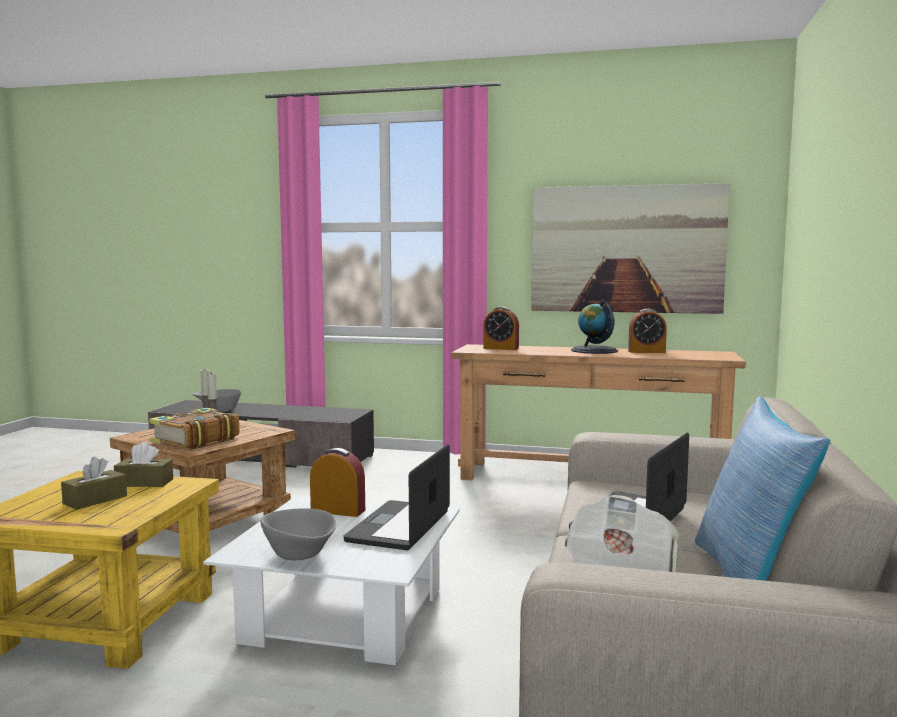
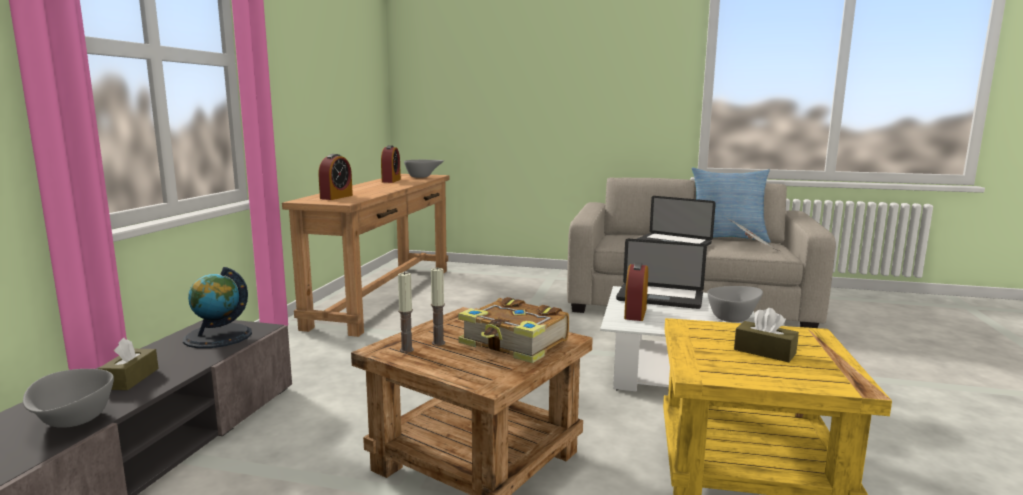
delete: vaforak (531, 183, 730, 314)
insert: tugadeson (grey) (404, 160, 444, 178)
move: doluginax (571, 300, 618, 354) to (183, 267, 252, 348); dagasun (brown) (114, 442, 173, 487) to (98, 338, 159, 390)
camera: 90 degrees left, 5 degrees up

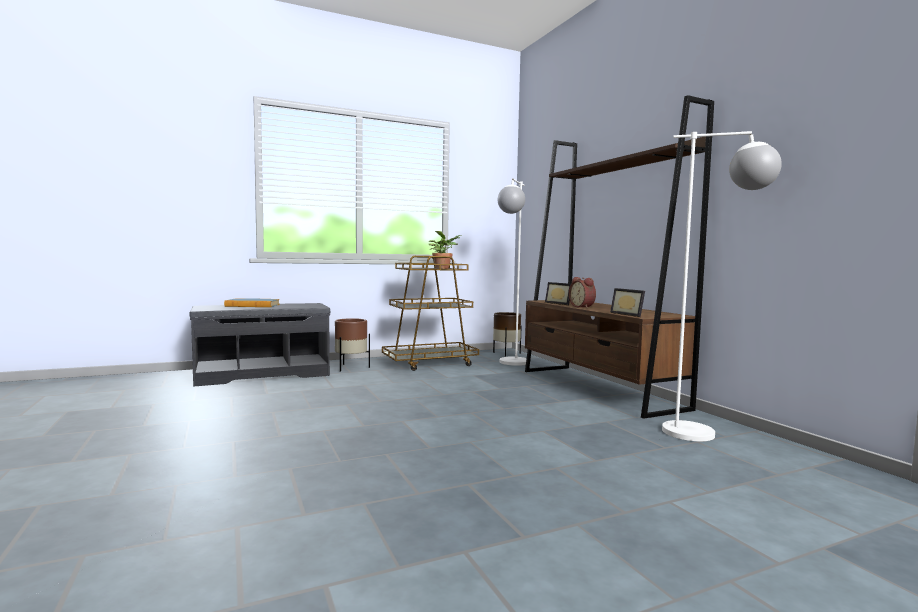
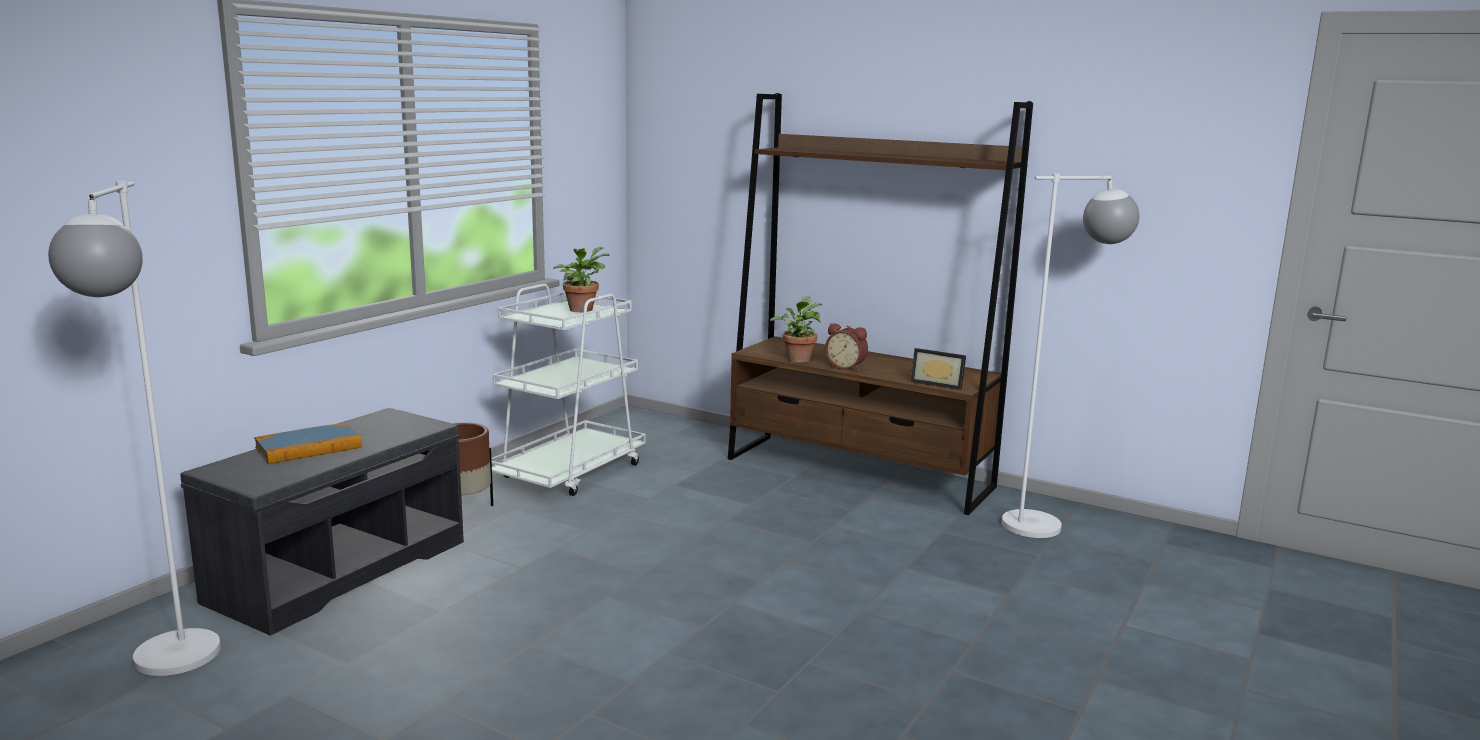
delete: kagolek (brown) (493, 312, 521, 357)
move: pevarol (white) (498, 178, 527, 366) to (48, 181, 221, 676)
replace: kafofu (545, 282, 571, 305) to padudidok (770, 296, 822, 363)
recolor: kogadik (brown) (382, 256, 479, 371) to kogadik (white) (491, 284, 646, 496)
camera: 35 degrees left, 10 degrees up

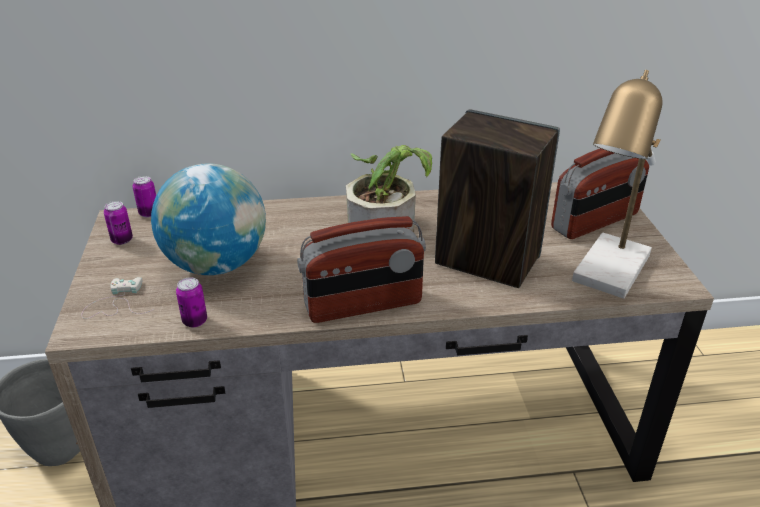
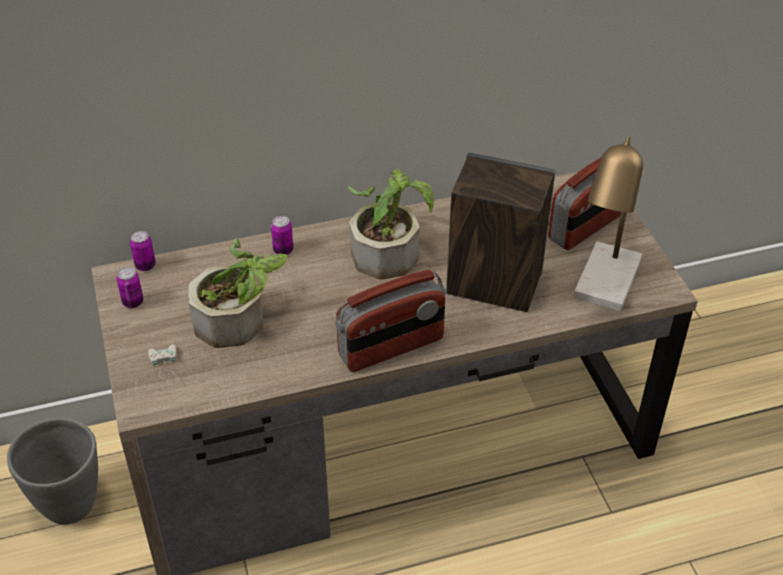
move: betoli (176, 277, 207, 327) to (271, 216, 293, 255)
replace: doluginax (151, 163, 266, 275) to padudidok (188, 238, 287, 348)
camera: 10 degrees left, 10 degrees up

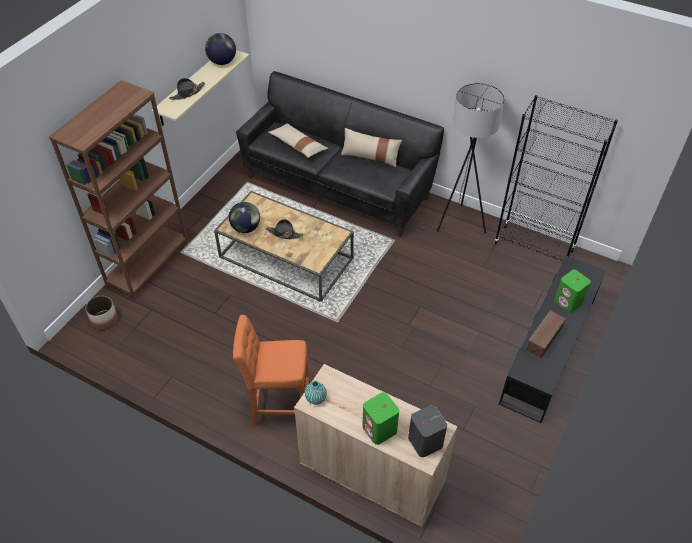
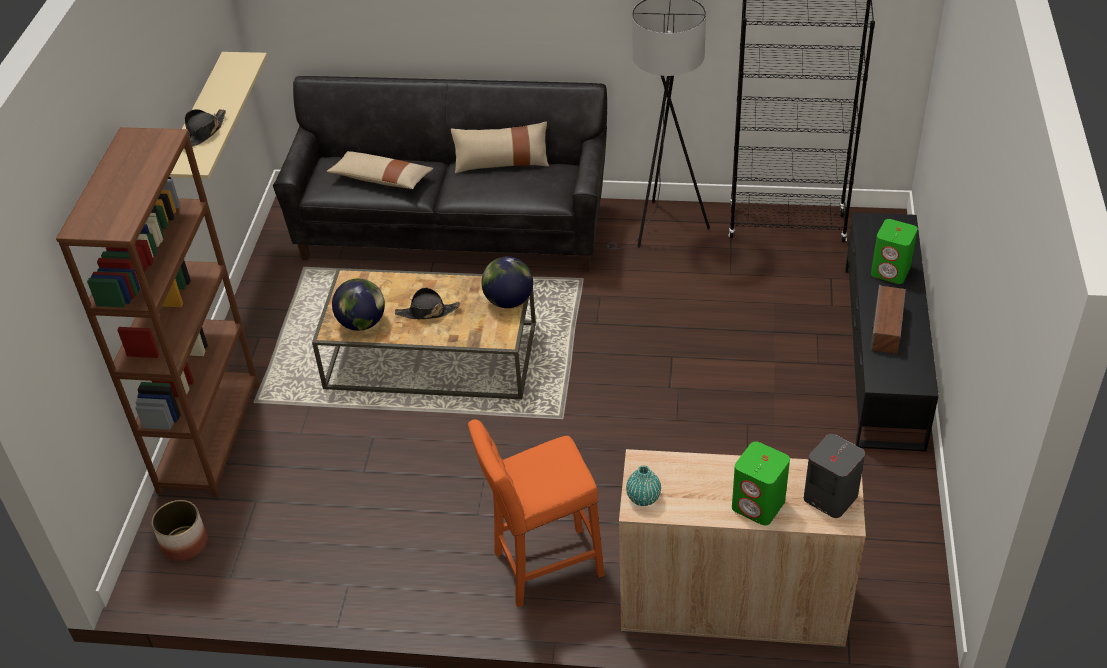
move: doluginax (205, 33, 236, 65) to (481, 256, 533, 308)
camera: 20 degrees left, 5 degrees down

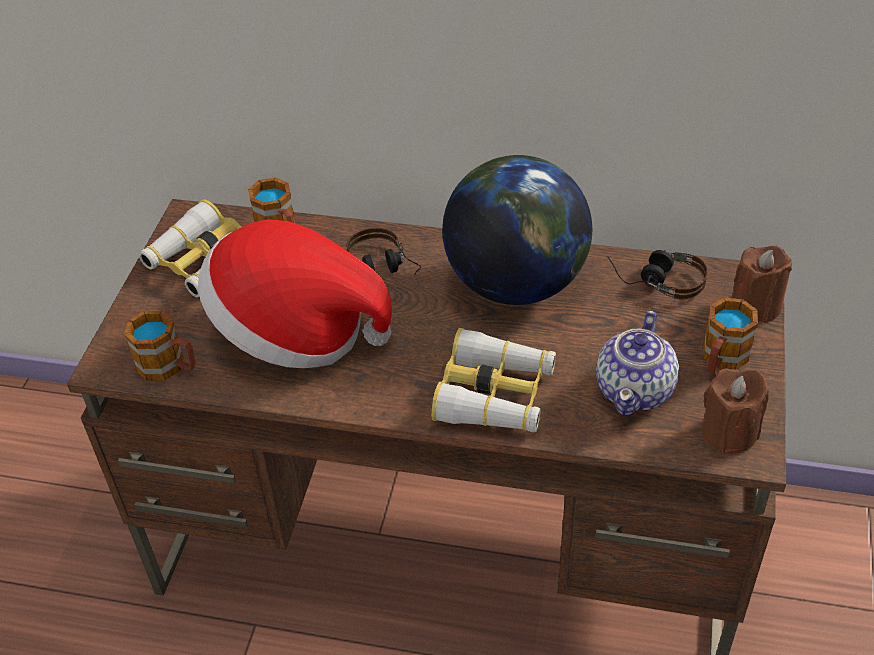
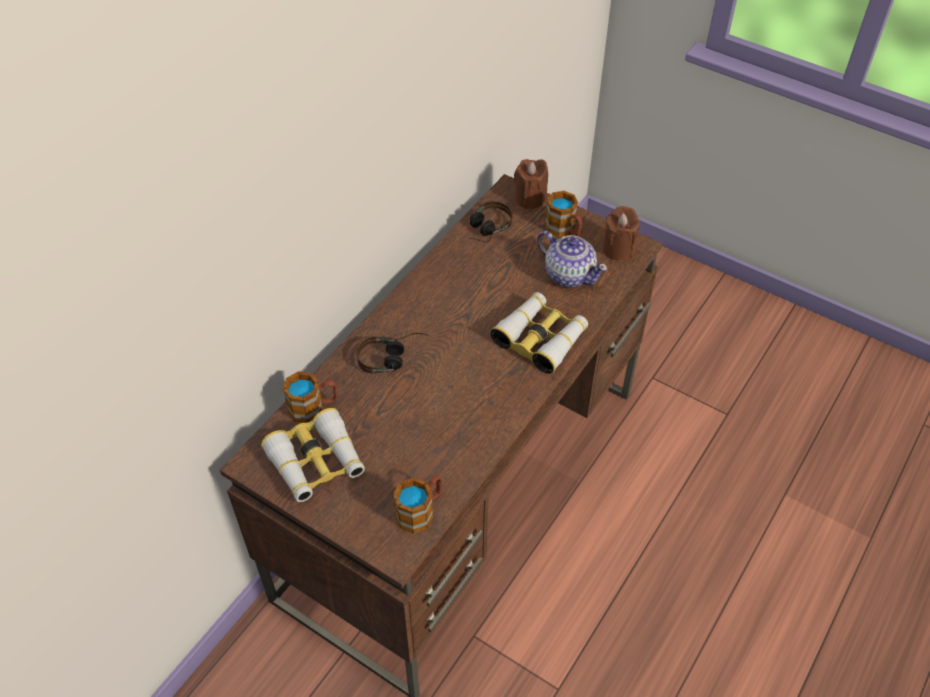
delete: doluginax (442, 155, 592, 305); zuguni (198, 219, 392, 368)
camera: 70 degrees left, 5 degrees up

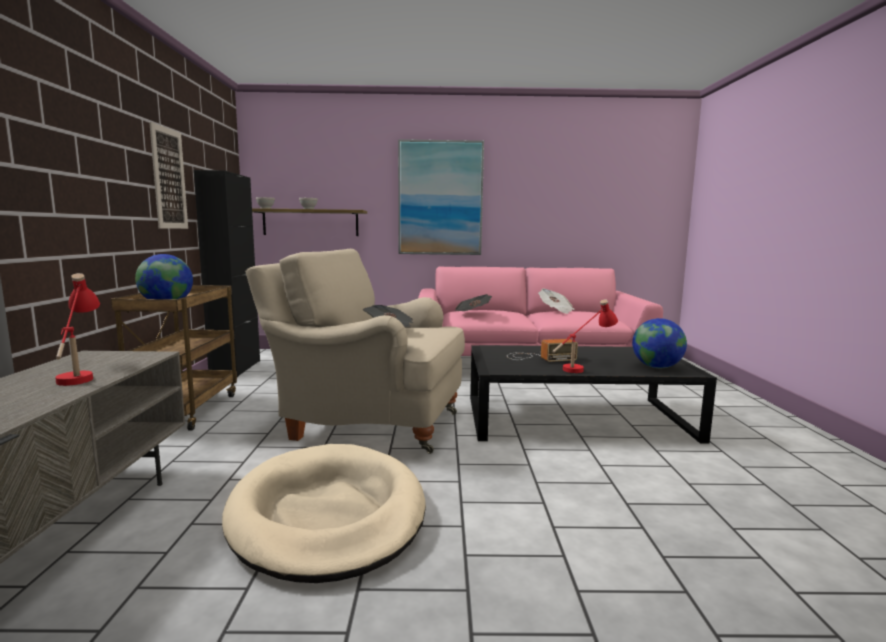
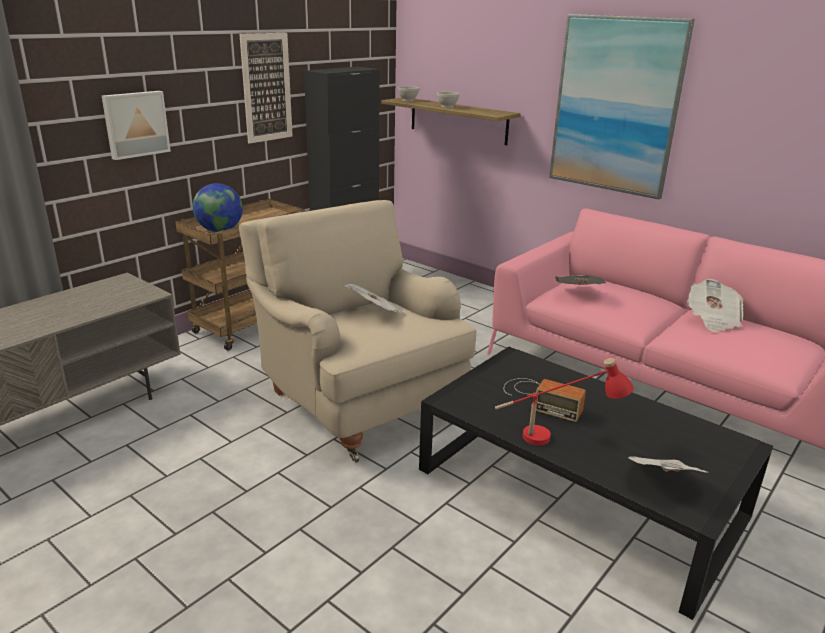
delete: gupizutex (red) (55, 273, 100, 386); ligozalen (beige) (222, 444, 426, 583)
insert: vaforak (102, 91, 171, 160)
replace: doluginax (632, 318, 687, 368) to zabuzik (628, 456, 707, 472)
camera: 40 degrees right, 15 degrees up

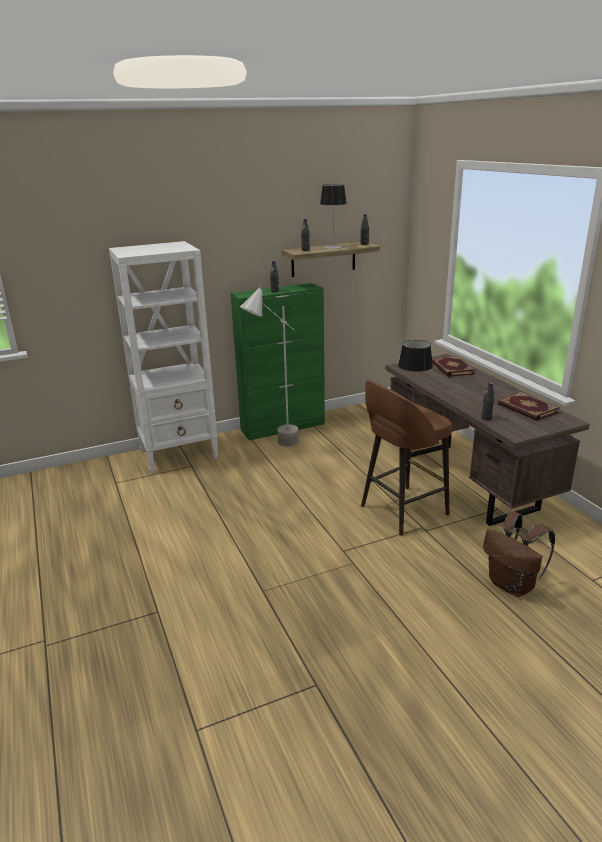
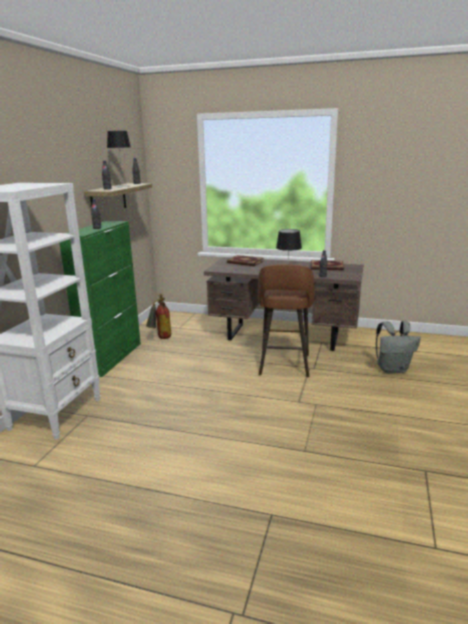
delete: pevarol (grey) (240, 286, 299, 447)
insert: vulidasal (146, 294, 171, 339)
recolor: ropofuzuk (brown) (483, 512, 555, 597) to ropofuzuk (grey) (376, 321, 421, 374)
camera: 50 degrees left, 5 degrees down

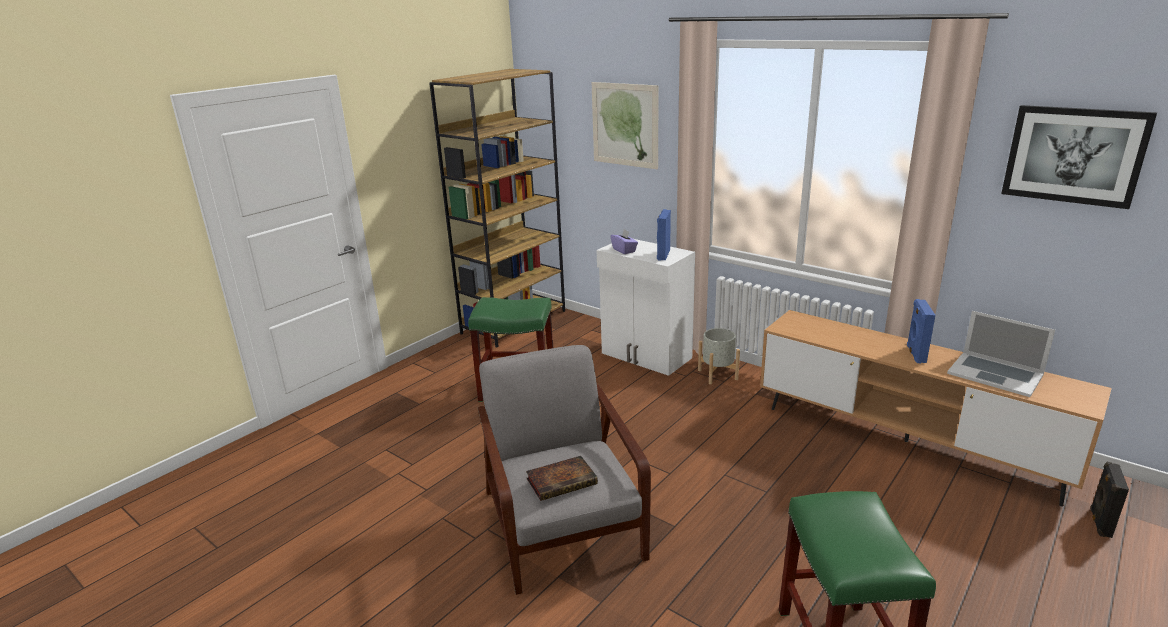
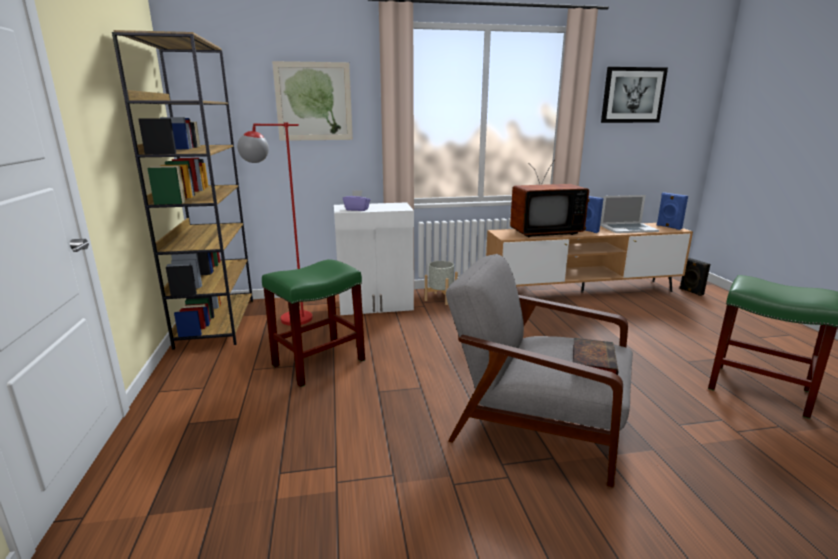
insert: pevarol (red) (237, 122, 313, 326); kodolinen (510, 161, 589, 237)
move: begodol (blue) (657, 209, 671, 261) to (657, 193, 688, 230)
camera: 50 degrees left, 5 degrees down

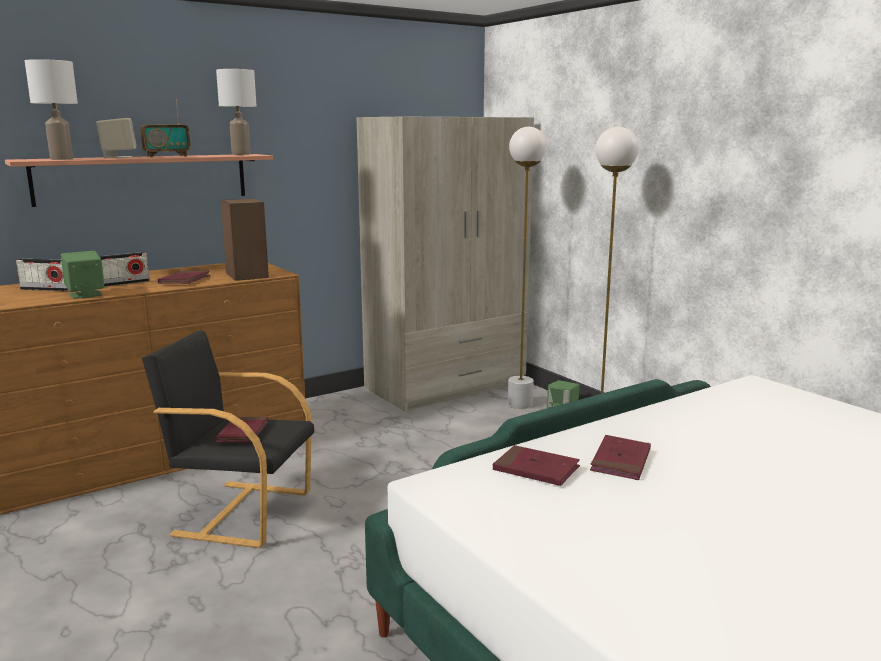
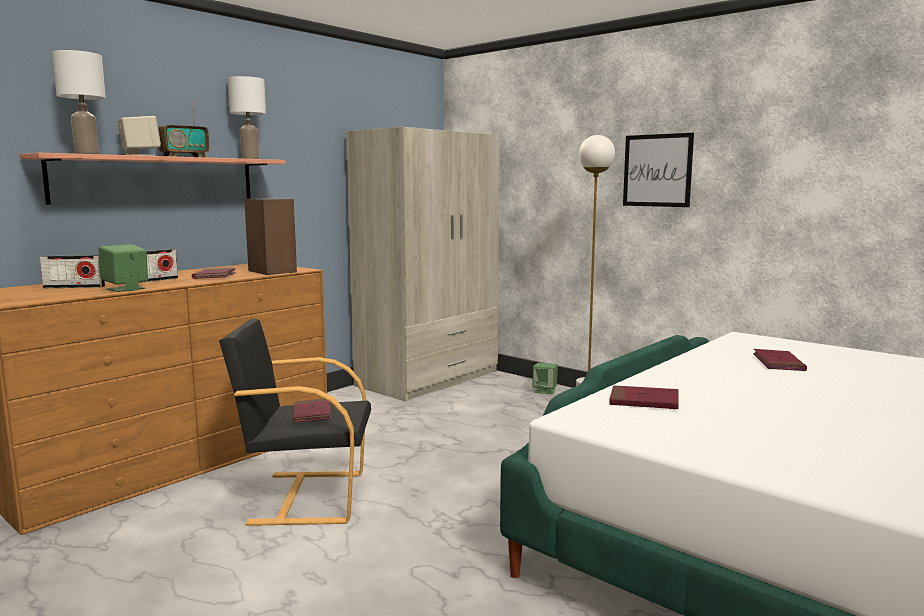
delete: pevarol (white) (508, 127, 547, 409)
insert: vaforak (623, 133, 694, 207)
move: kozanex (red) (590, 435, 651, 480) to (753, 349, 807, 371)
camera: 15 degrees left, 5 degrees down

